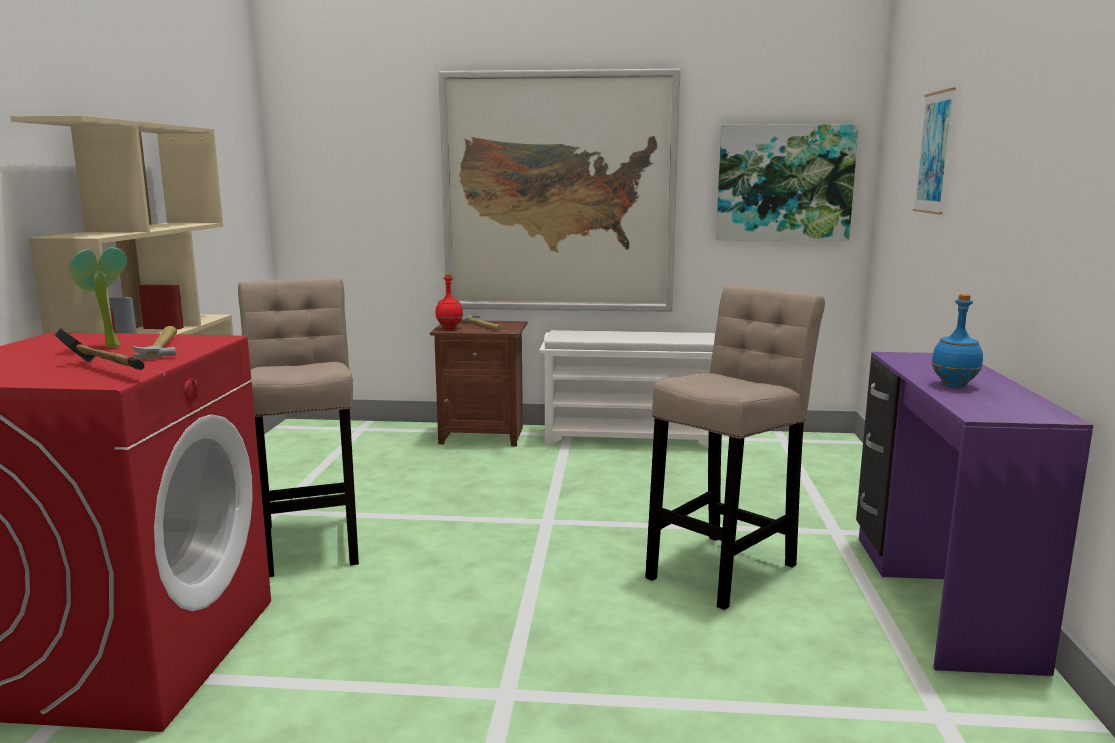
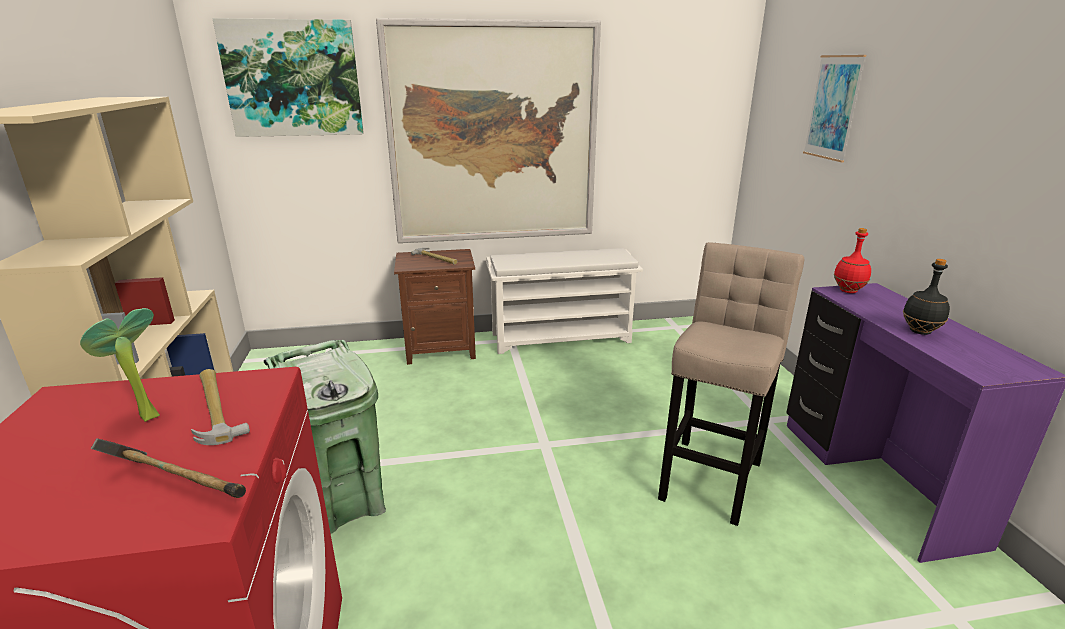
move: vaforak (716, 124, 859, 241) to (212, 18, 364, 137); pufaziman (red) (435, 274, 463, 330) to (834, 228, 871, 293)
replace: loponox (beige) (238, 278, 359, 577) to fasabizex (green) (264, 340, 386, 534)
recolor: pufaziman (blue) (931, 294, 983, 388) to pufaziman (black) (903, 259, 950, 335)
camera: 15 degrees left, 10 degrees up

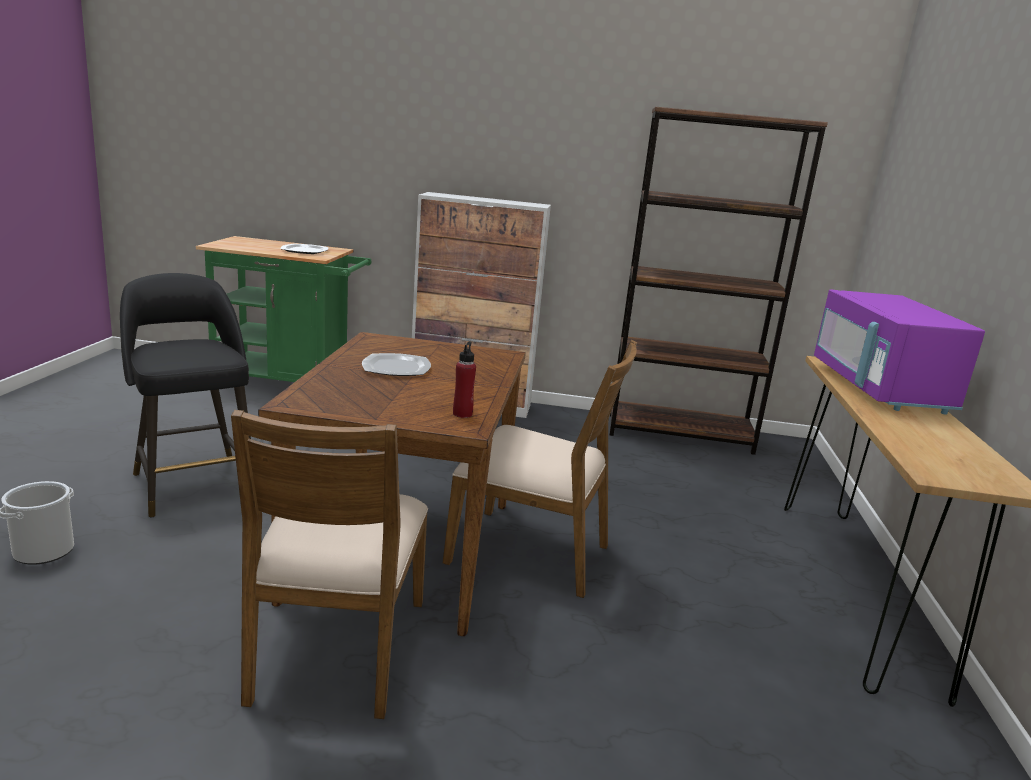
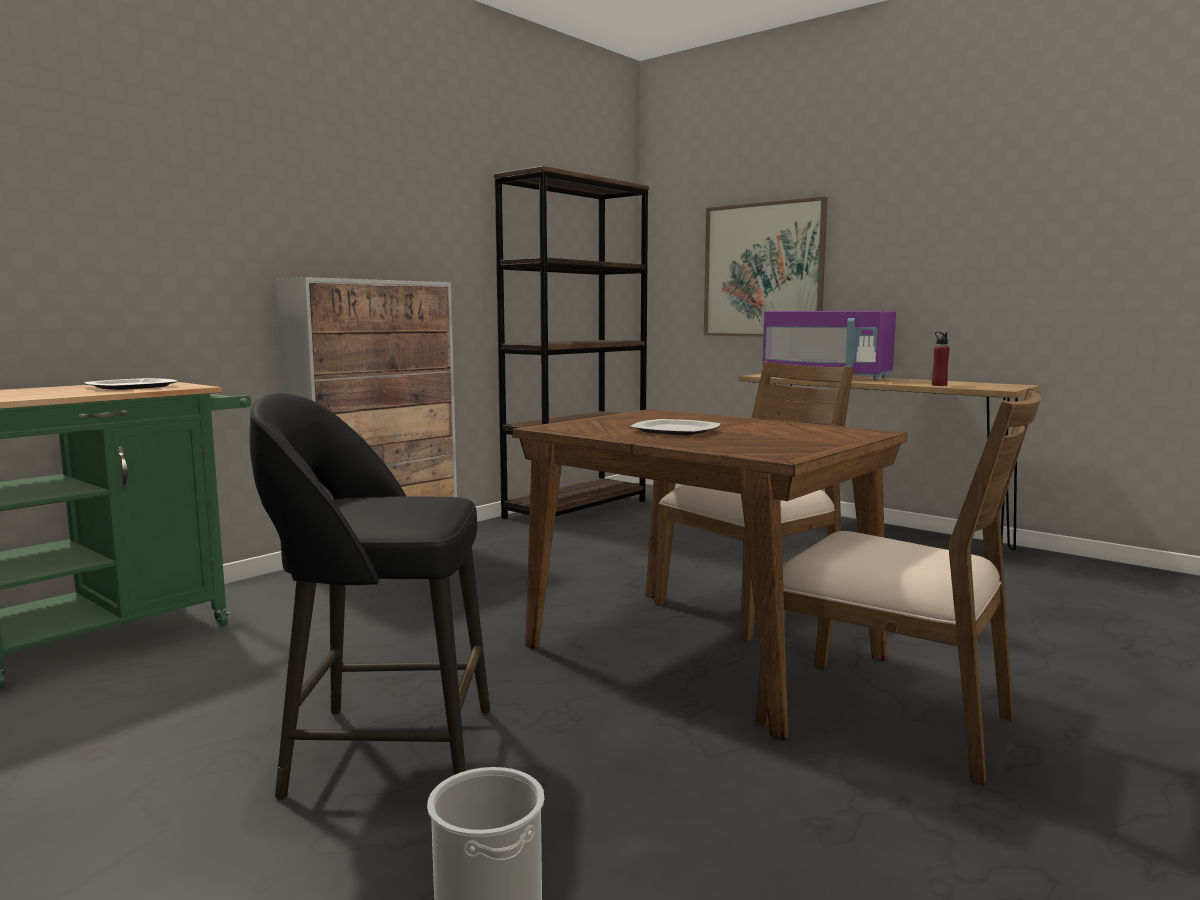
insert: vaforak (704, 197, 828, 337)
move: pufaziman (red) (453, 342, 476, 418) to (932, 332, 950, 386)
camera: 55 degrees left, 10 degrees down

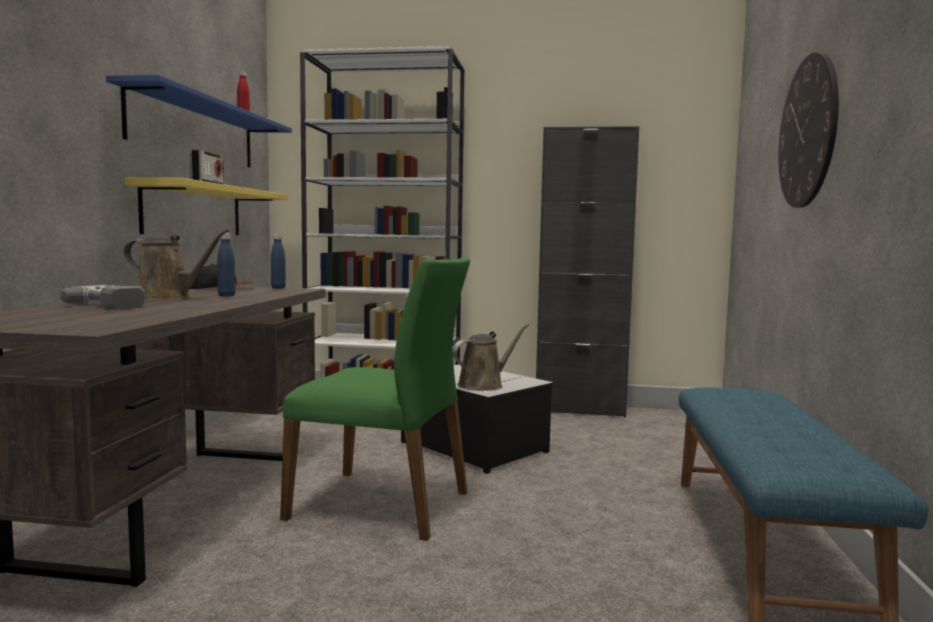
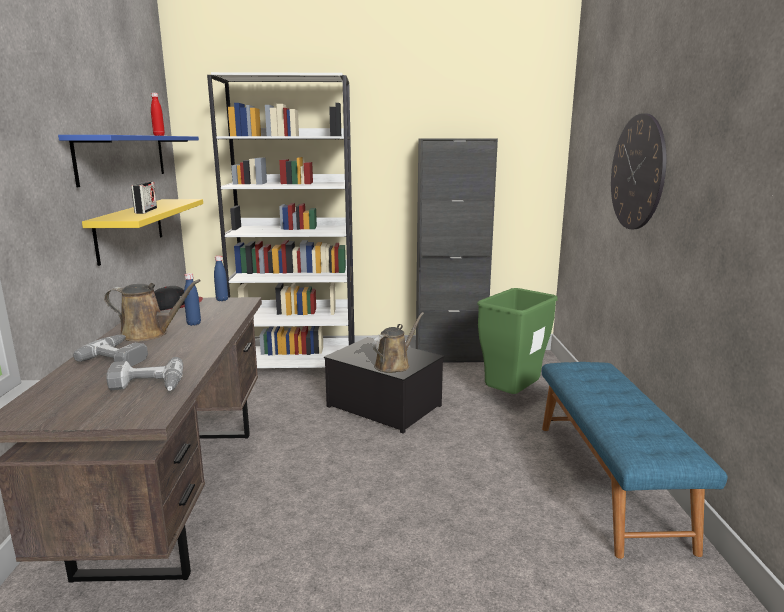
delete: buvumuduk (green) (280, 256, 470, 541)
insert: fasabizex (green) (477, 288, 558, 394); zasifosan (106, 357, 183, 391)
camera: 10 degrees left, 10 degrees up

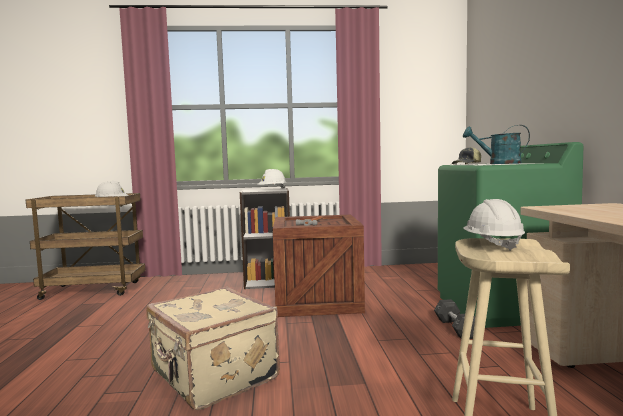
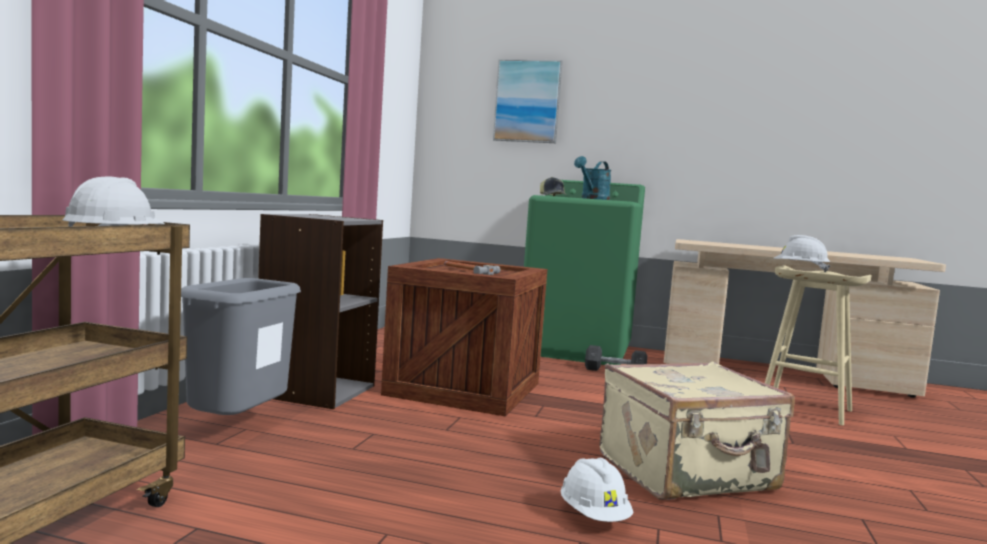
insert: vaforak (493, 59, 563, 143); fasabizex (grey) (181, 278, 301, 429)
move: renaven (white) (258, 169, 287, 189) to (561, 458, 634, 522)
camera: 70 degrees left, 0 degrees up

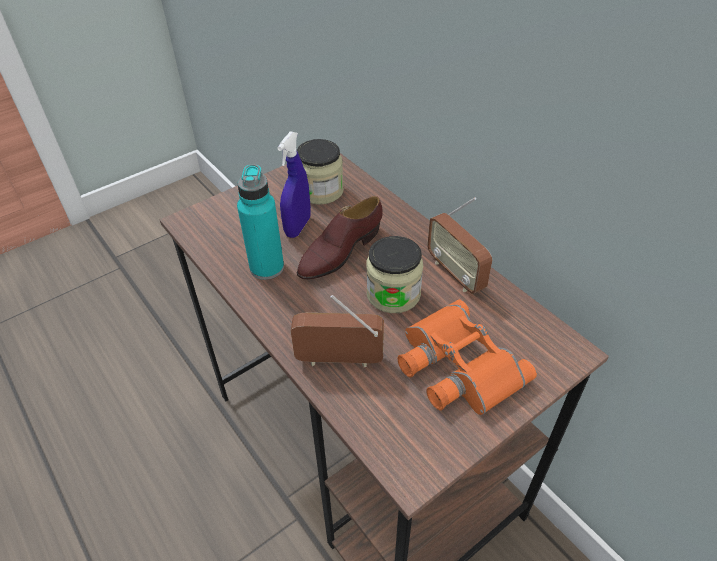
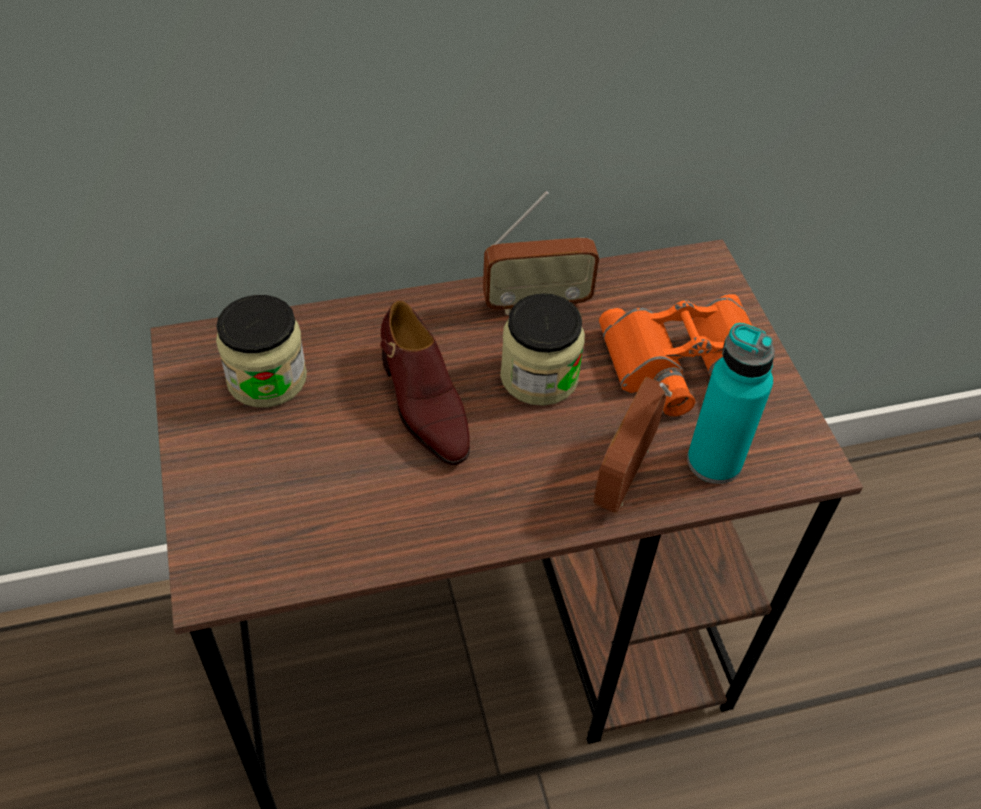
delete: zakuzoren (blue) (277, 131, 311, 238)
move: pufaziman (turquoise) (237, 164, 284, 280) to (687, 323, 775, 484)
camera: 70 degrees left, 5 degrees up

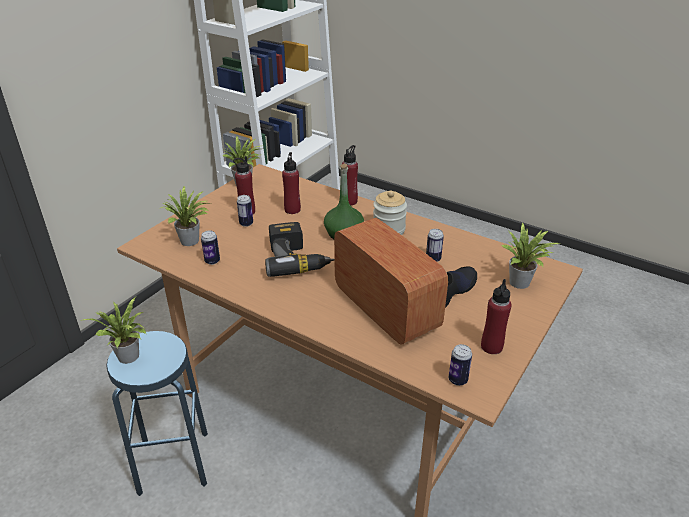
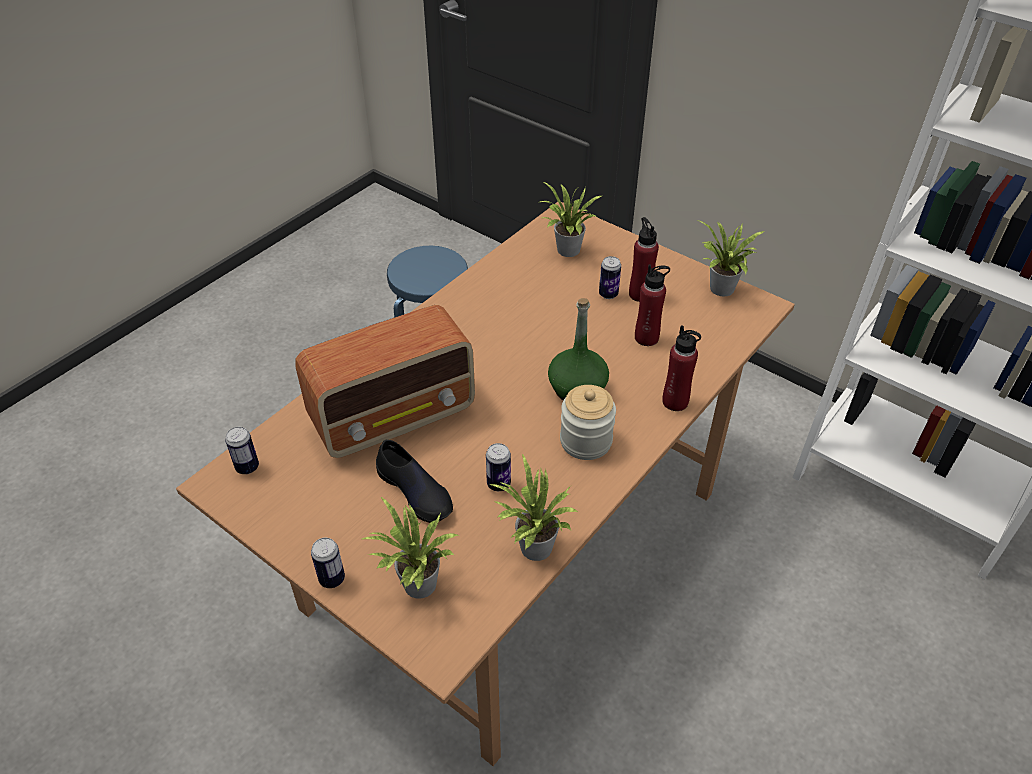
delete: zasifosan (265, 222, 335, 277); pufaziman (red) (481, 279, 512, 354)
move: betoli (201, 231, 220, 265) to (311, 538, 345, 588); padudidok (79, 297, 147, 364) to (489, 454, 578, 561)
camera: 95 degrees right, 10 degrees up

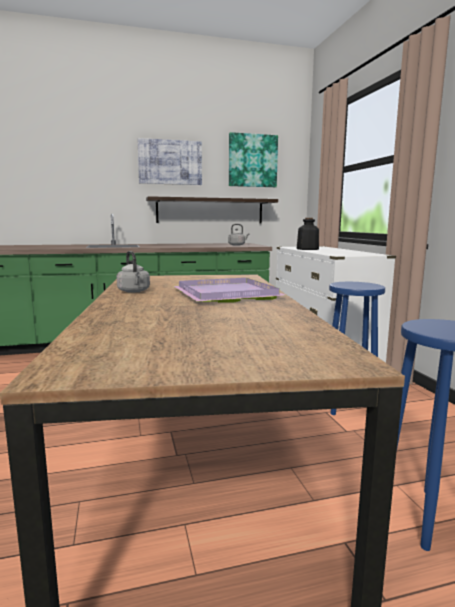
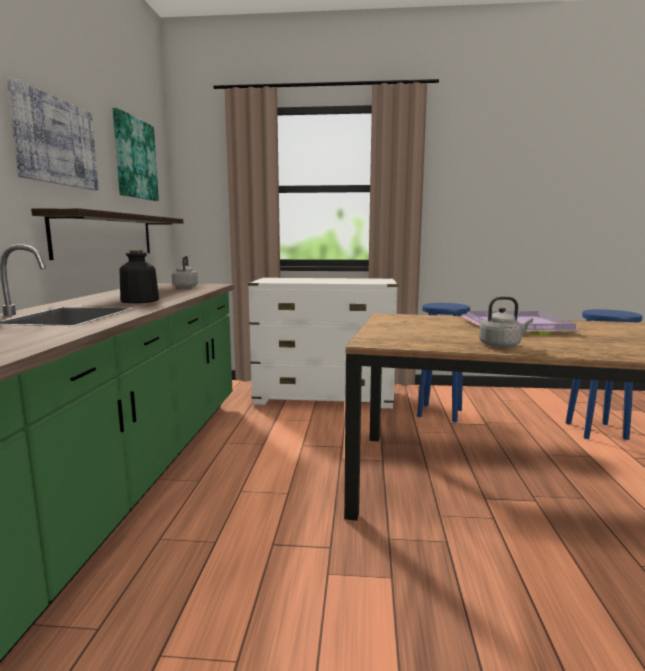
move: pufaziman (297, 218, 319, 250) to (119, 250, 159, 303)
camera: 70 degrees left, 0 degrees up

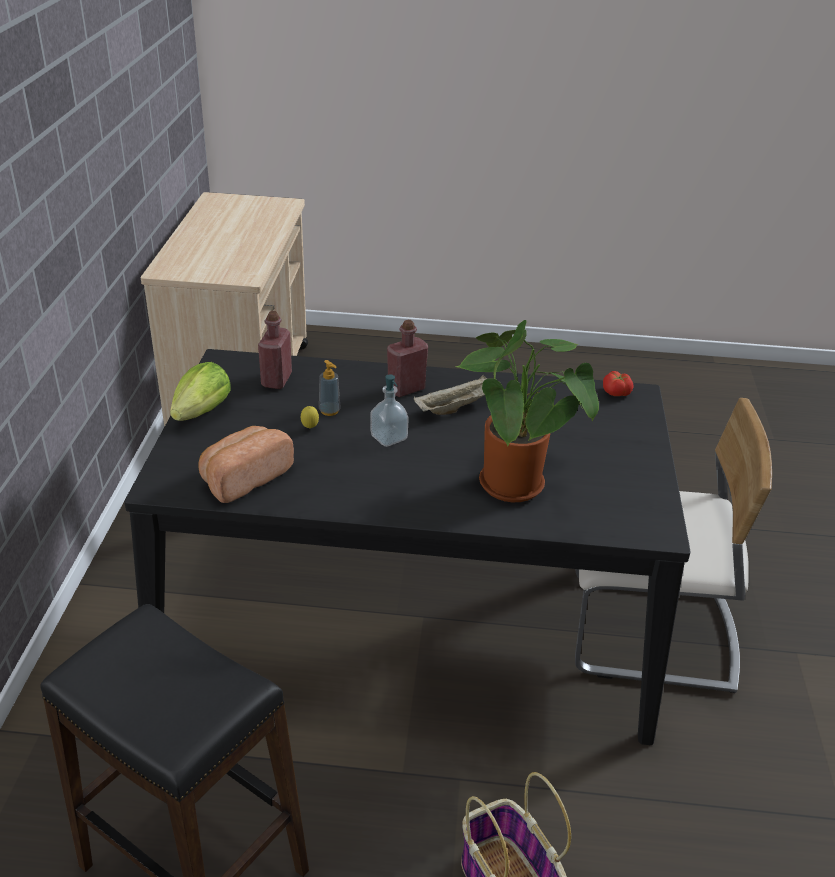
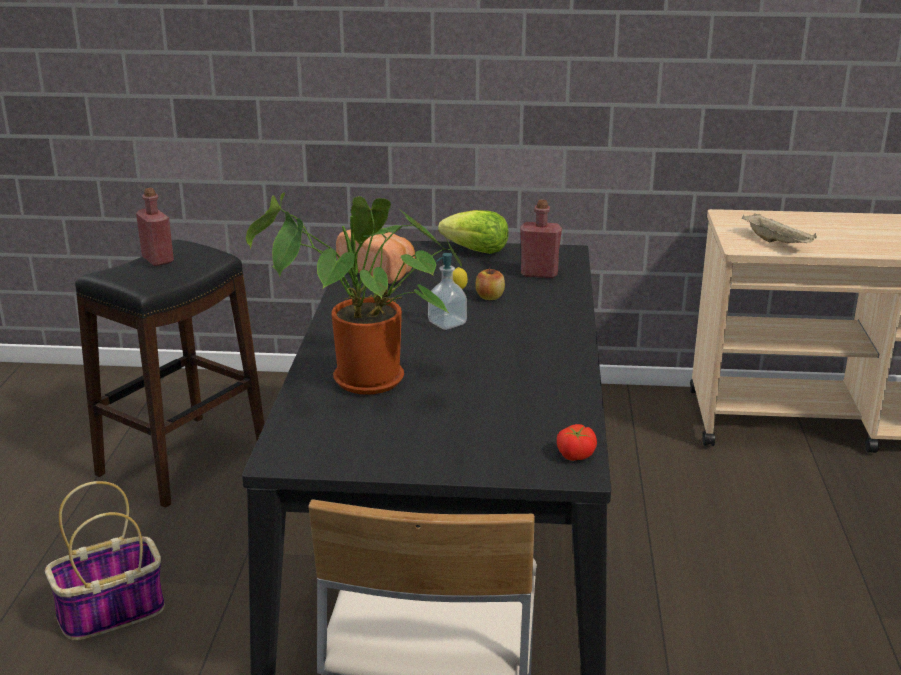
move: pufaziman (red) (387, 320, 428, 397) to (136, 188, 174, 266); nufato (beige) (414, 375, 487, 415) to (742, 214, 817, 243)
replace: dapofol (319, 360, 341, 416) to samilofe (476, 267, 505, 300)
camera: 90 degrees right, 10 degrees down

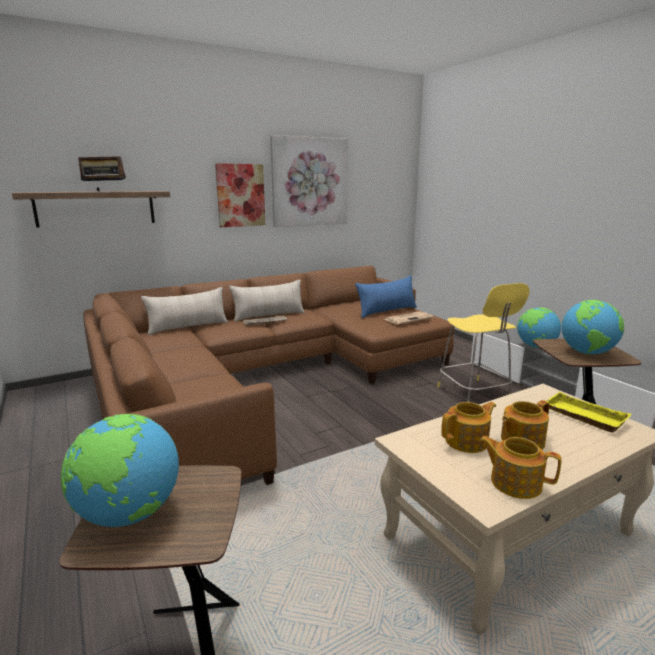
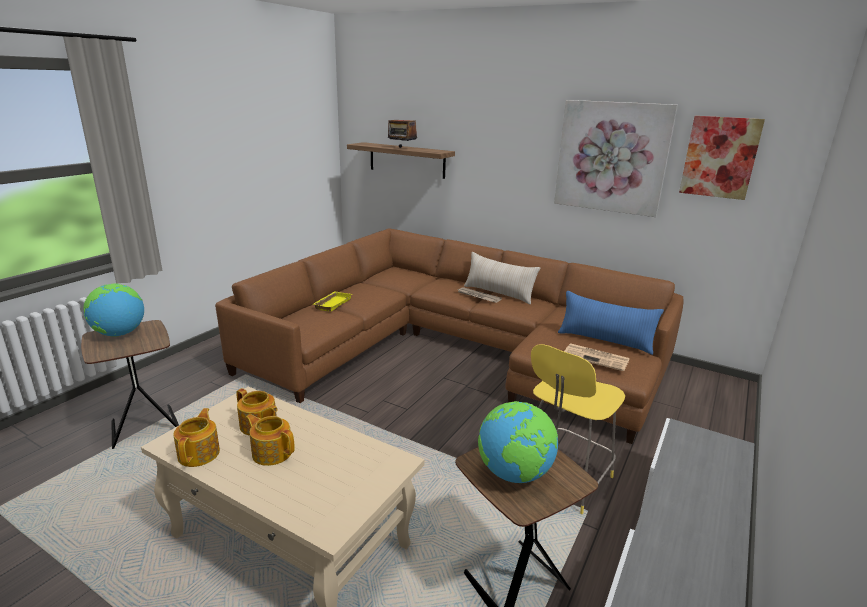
delete: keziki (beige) (141, 287, 228, 335); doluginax (517, 307, 561, 348)
move: vaforak (215, 163, 265, 227) to (679, 116, 765, 200); nufato (yellow) (546, 392, 631, 433) to (313, 291, 352, 312)
camera: 60 degrees right, 5 degrees up

